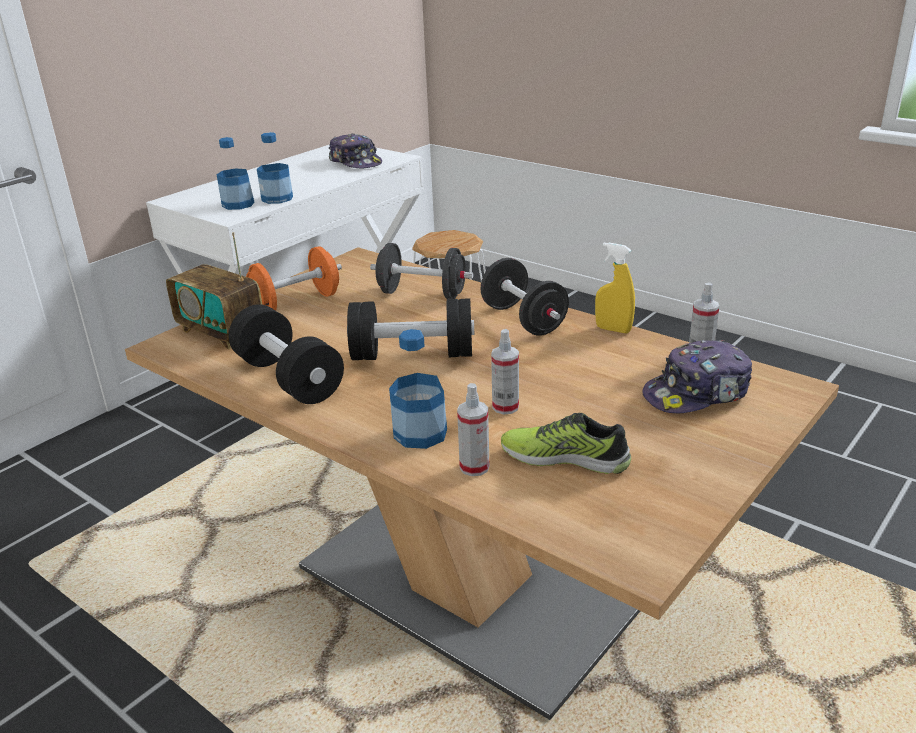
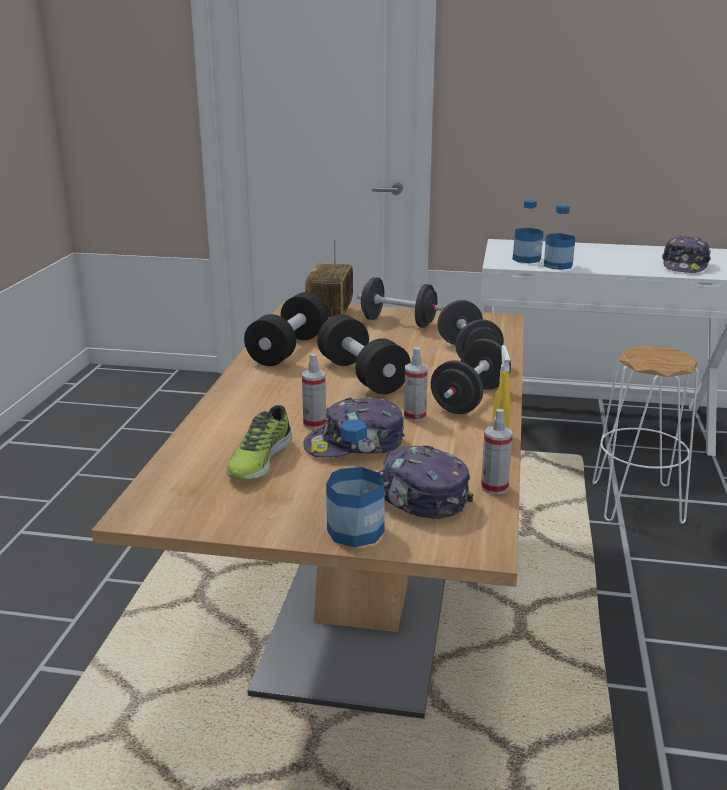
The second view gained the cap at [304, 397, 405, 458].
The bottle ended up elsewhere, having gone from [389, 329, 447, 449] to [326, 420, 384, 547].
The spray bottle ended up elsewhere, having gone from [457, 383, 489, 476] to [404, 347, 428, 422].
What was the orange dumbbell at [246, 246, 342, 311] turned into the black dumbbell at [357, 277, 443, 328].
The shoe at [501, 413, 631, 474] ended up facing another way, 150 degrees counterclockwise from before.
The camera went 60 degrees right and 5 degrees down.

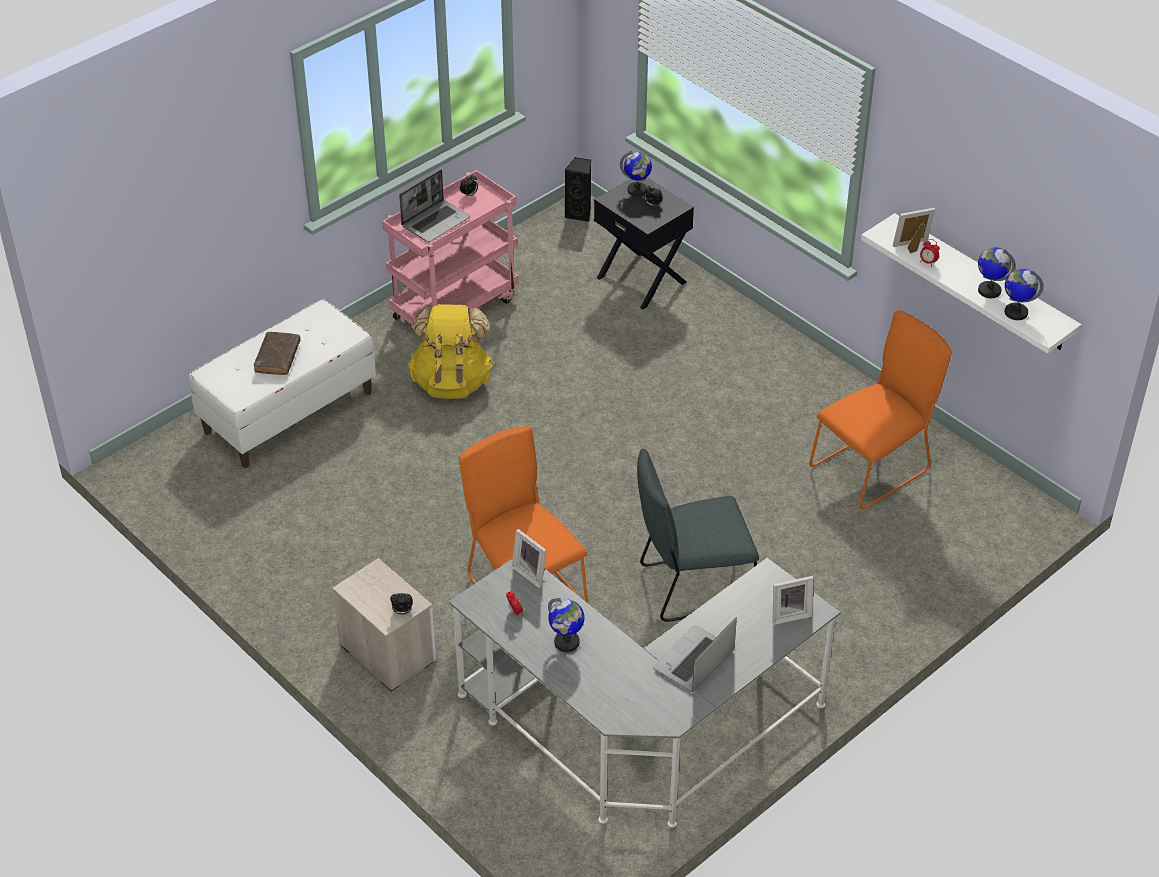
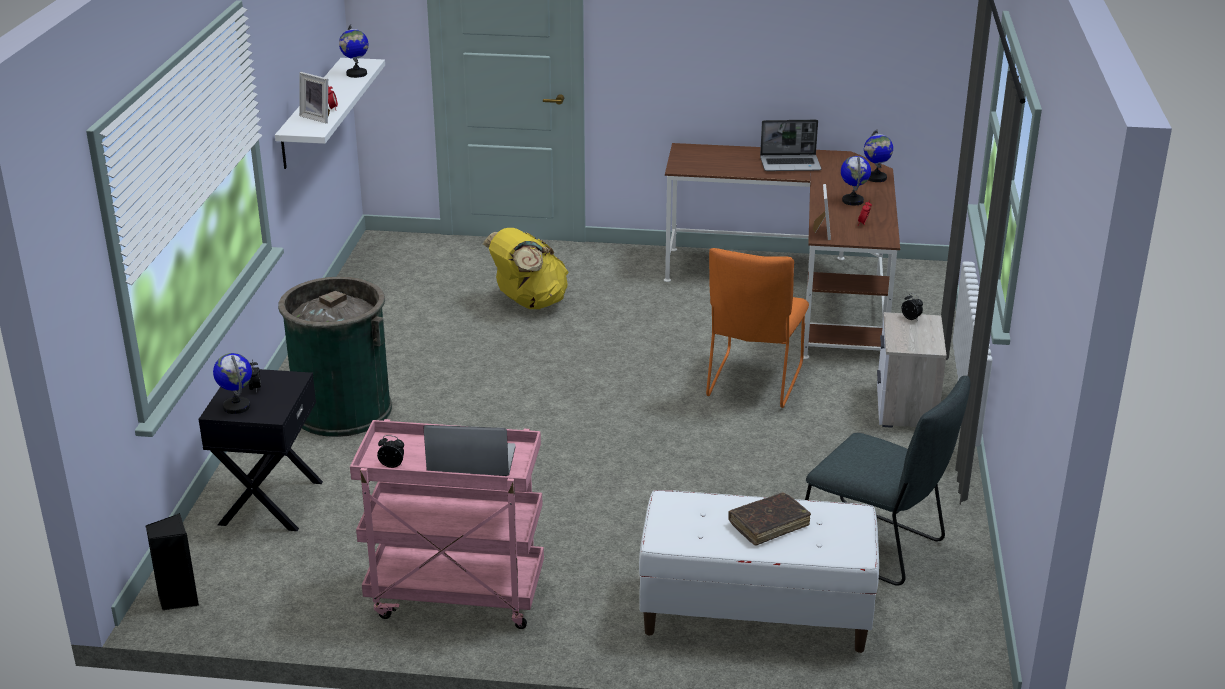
The second view lost the picture frame at [772, 576, 814, 625].
The second view lost the orange chair at [809, 310, 952, 509].
The second view gained the green trash can at [278, 277, 392, 437].
The yellow backpack ended up elsewhere, having gone from [408, 304, 493, 399] to [483, 228, 569, 309].
The grey chair ended up elsewhere, having gone from [637, 449, 759, 622] to [805, 376, 971, 585].
The globe ended up elsewhere, having gone from [978, 247, 1016, 298] to [864, 129, 893, 182].
What was the grey desk at [449, 558, 841, 828] turned into the brown desk at [664, 143, 900, 359].
The camera went 130 degrees left and 15 degrees down.

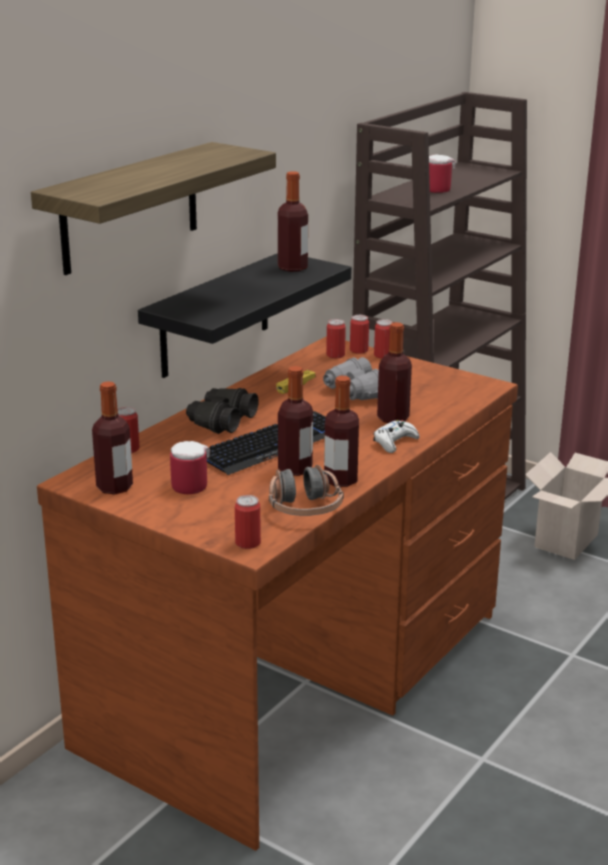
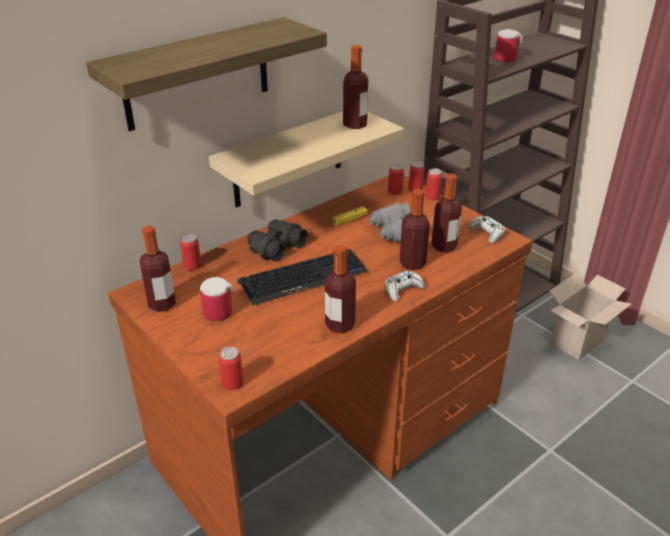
The second view lost the headphones at [269, 465, 344, 516].
The second view gained the white game controller at [469, 216, 505, 243].
The bottle ended up elsewhere, having gone from [278, 366, 313, 476] to [431, 173, 462, 253].
What was the black shelf at [138, 253, 352, 378] turned into the beige shelf at [209, 111, 404, 208].
The camera went 15 degrees right and 10 degrees up.

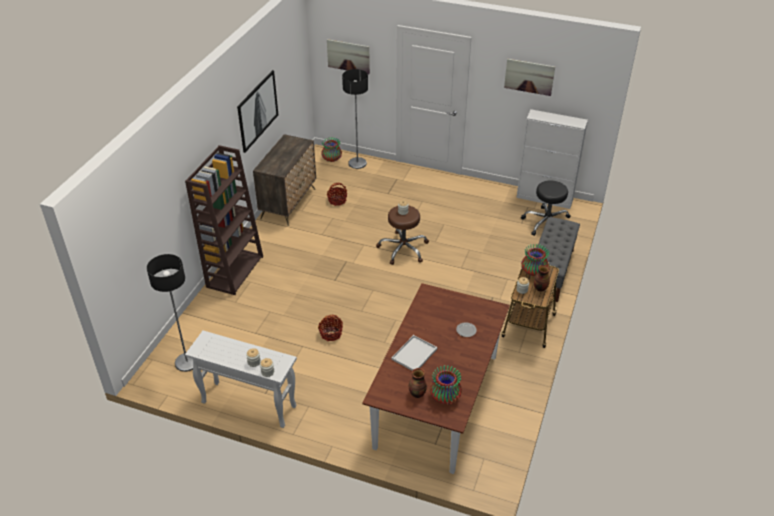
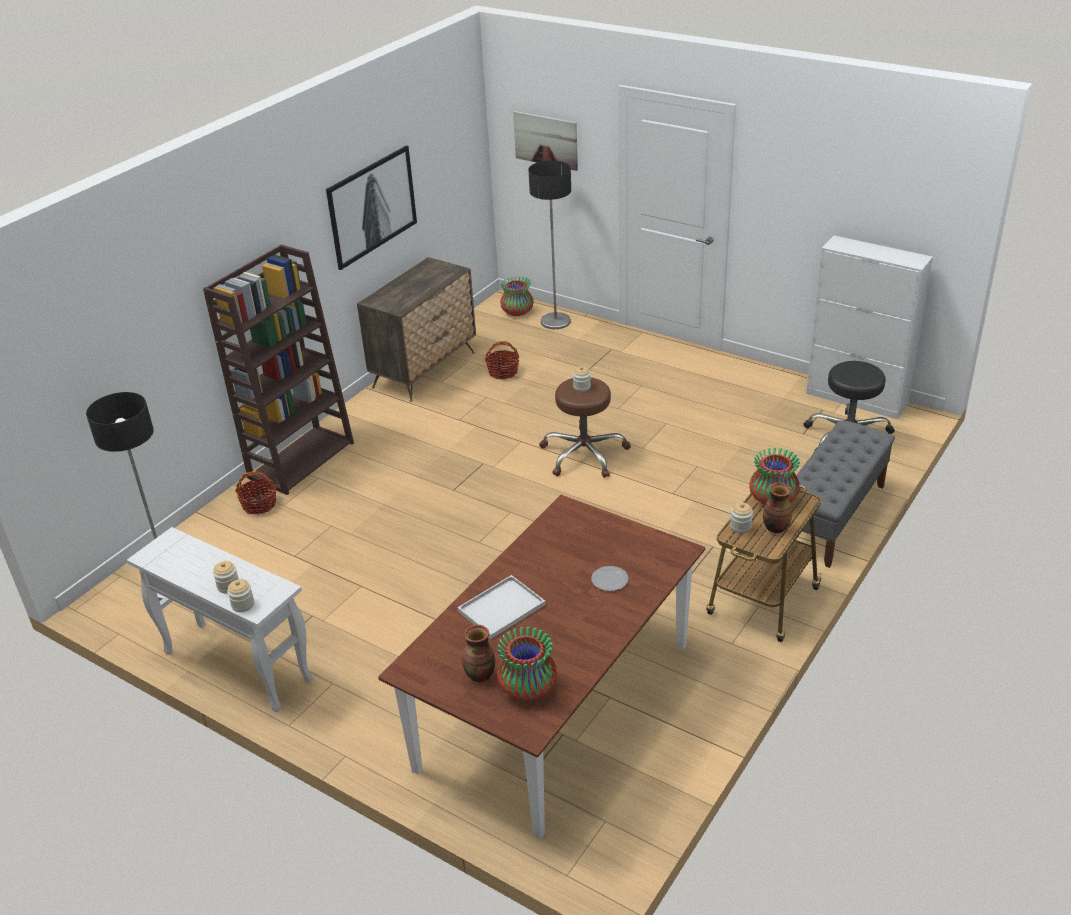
The second view lost the picture at [504, 59, 555, 96].
The basket ended up elsewhere, having gone from [318, 315, 343, 341] to [235, 471, 277, 515].
The camera went 15 degrees right and 5 degrees down.

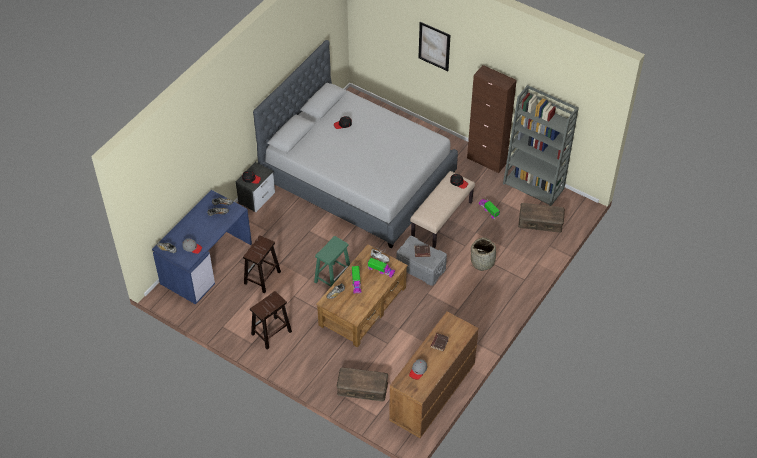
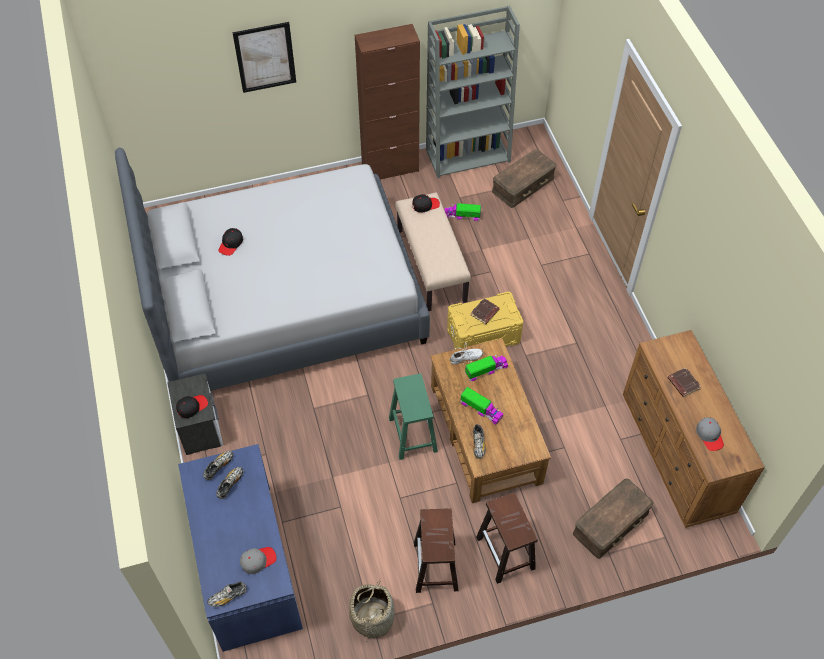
The brown stool ended up elsewhere, having gone from [243, 235, 281, 293] to [476, 492, 538, 584].
The basket ended up elsewhere, having gone from [471, 237, 499, 271] to [349, 580, 395, 641].
What was the grey storage box at [397, 236, 447, 286] turned into the yellow storage box at [447, 291, 523, 350].
The camera went 50 degrees left and 5 degrees up.

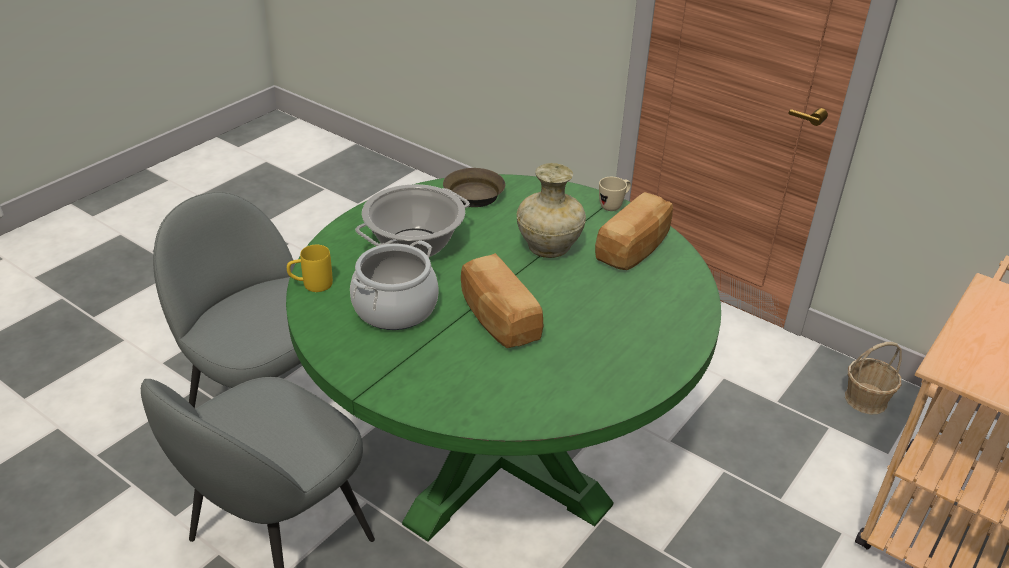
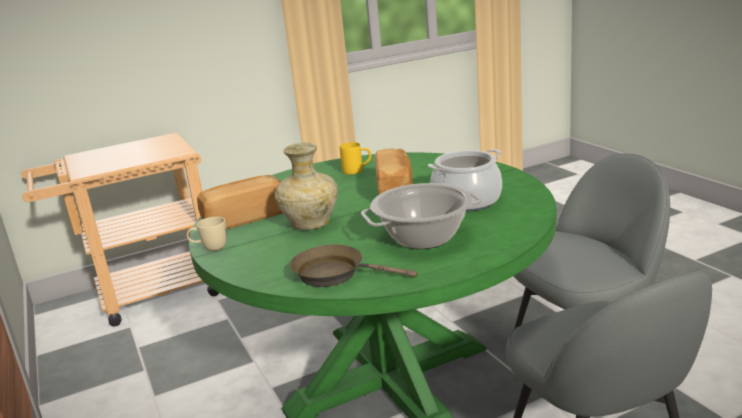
The second view lost the basket at [845, 342, 902, 414].
The yellow mug ended up elsewhere, having gone from [287, 245, 333, 292] to [340, 142, 371, 174].
The camera went 150 degrees left and 15 degrees down.

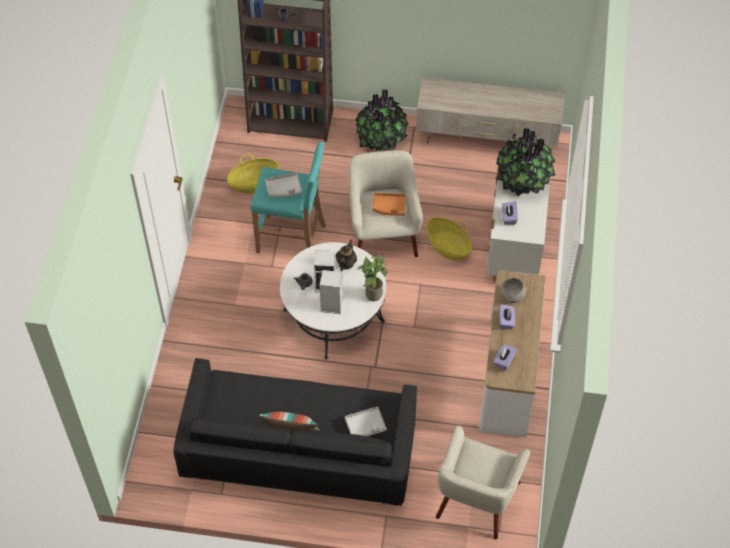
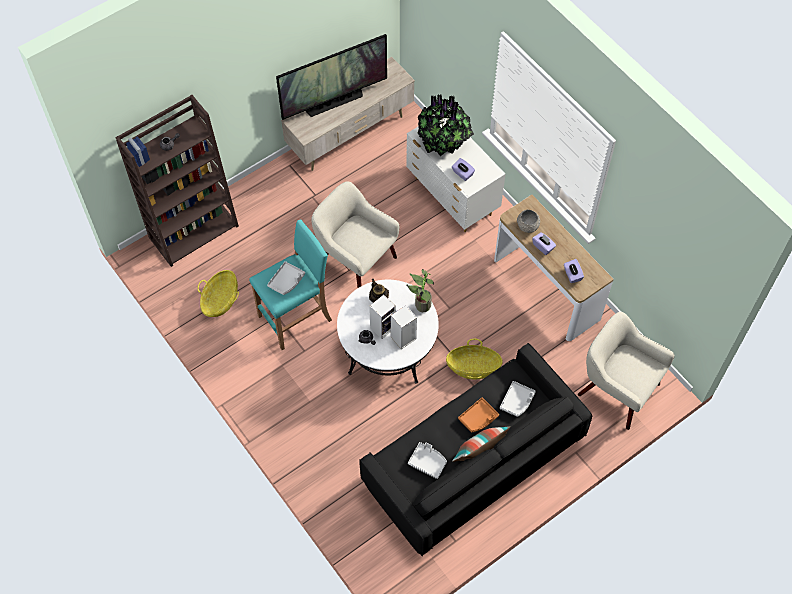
The second view lost the potted plant at [355, 89, 409, 151].
The second view gained the television at [276, 34, 387, 120].
The second view gained the grey tray at [408, 442, 447, 479].
The orange tray ended up elsewhere, having gone from [373, 193, 406, 216] to [458, 398, 499, 432].
The basket ended up elsewhere, having gone from [426, 217, 472, 260] to [446, 339, 503, 379].
The beige armchair at [436, 426, 530, 540] ended up facing another way, 150 degrees clockwise from before.
The camera went 45 degrees left and 5 degrees up.

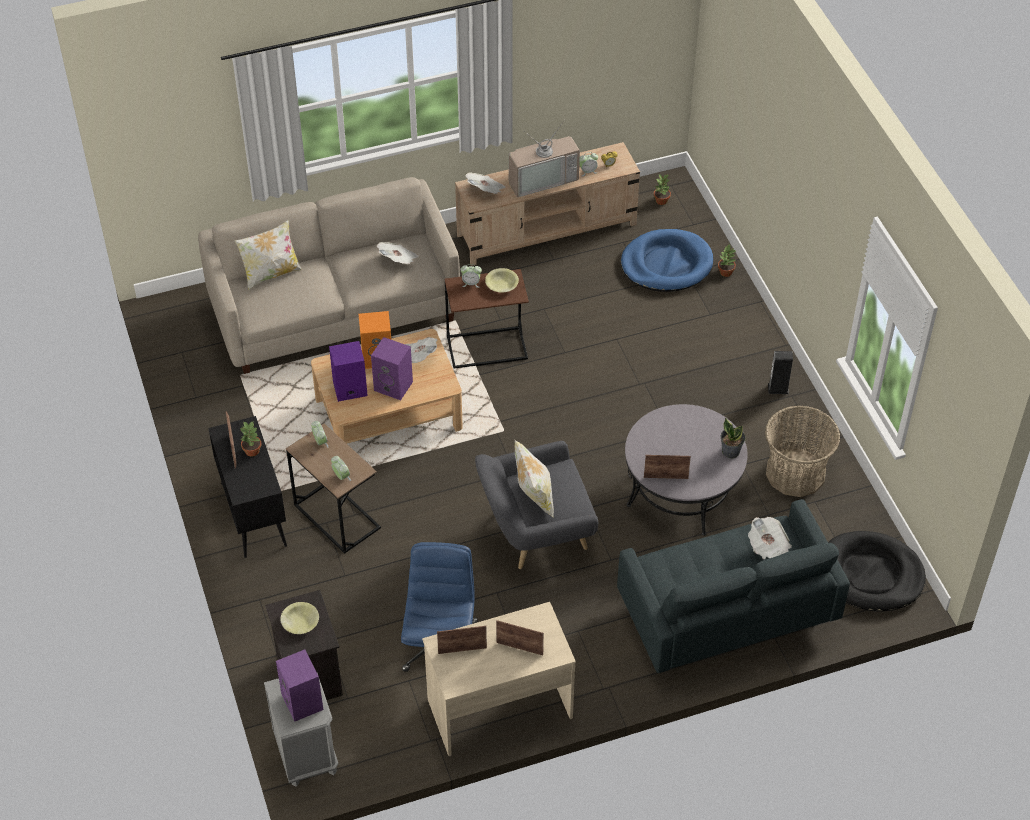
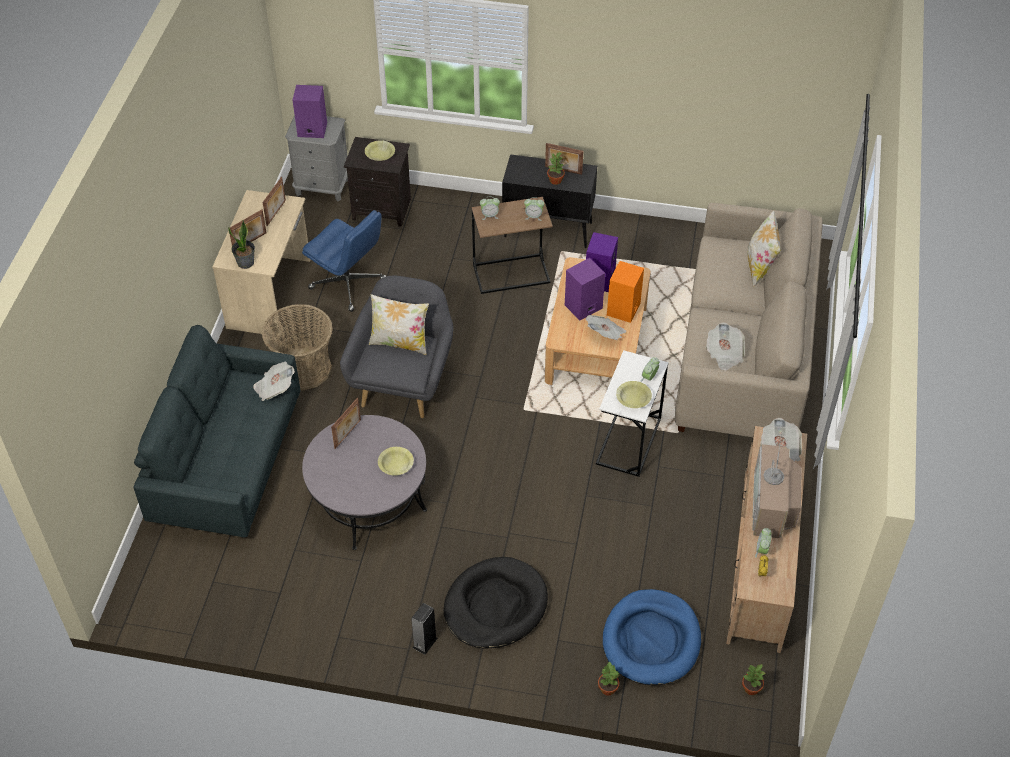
The second view gained the yellow bowl at [378, 447, 414, 475].
The potted plant ended up elsewhere, having gone from [720, 418, 745, 458] to [228, 220, 255, 269].
The newspaper ended up elsewhere, having gone from [748, 517, 792, 559] to [253, 362, 295, 401].
The basket ended up elsewhere, having gone from [765, 406, 841, 497] to [262, 304, 333, 391].
The black dog bed ended up elsewhere, having gone from [828, 531, 926, 612] to [444, 557, 548, 649].
What was the brown side table at [444, 269, 529, 369] turned into the white side table at [596, 350, 669, 477].
The camera went 120 degrees right and 0 degrees up.

